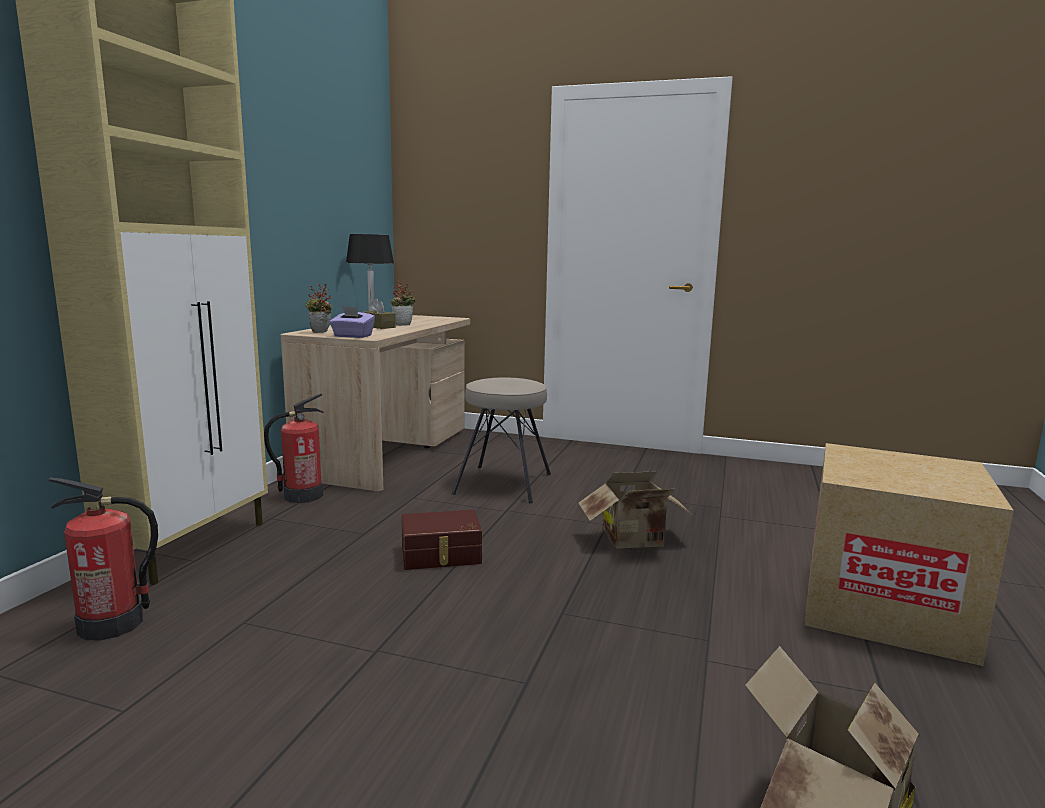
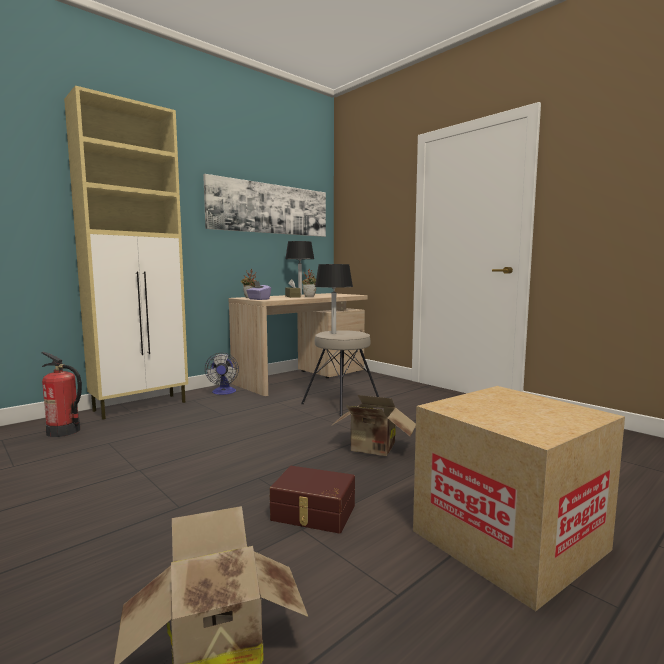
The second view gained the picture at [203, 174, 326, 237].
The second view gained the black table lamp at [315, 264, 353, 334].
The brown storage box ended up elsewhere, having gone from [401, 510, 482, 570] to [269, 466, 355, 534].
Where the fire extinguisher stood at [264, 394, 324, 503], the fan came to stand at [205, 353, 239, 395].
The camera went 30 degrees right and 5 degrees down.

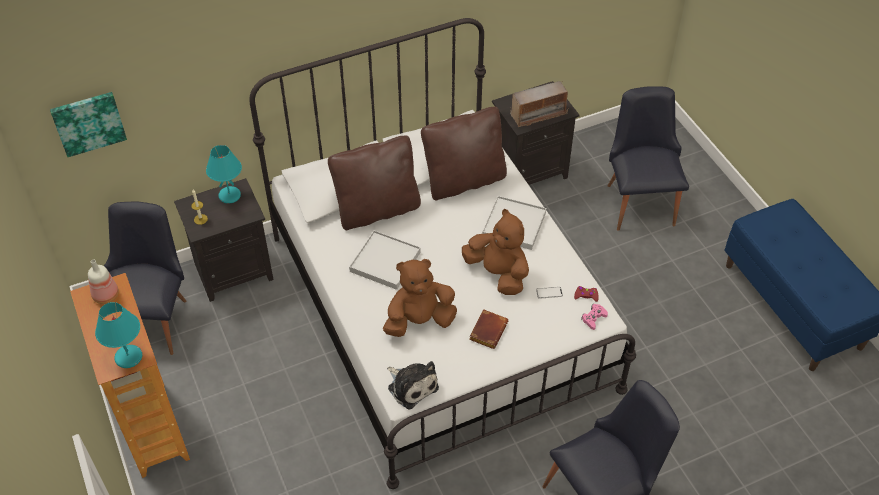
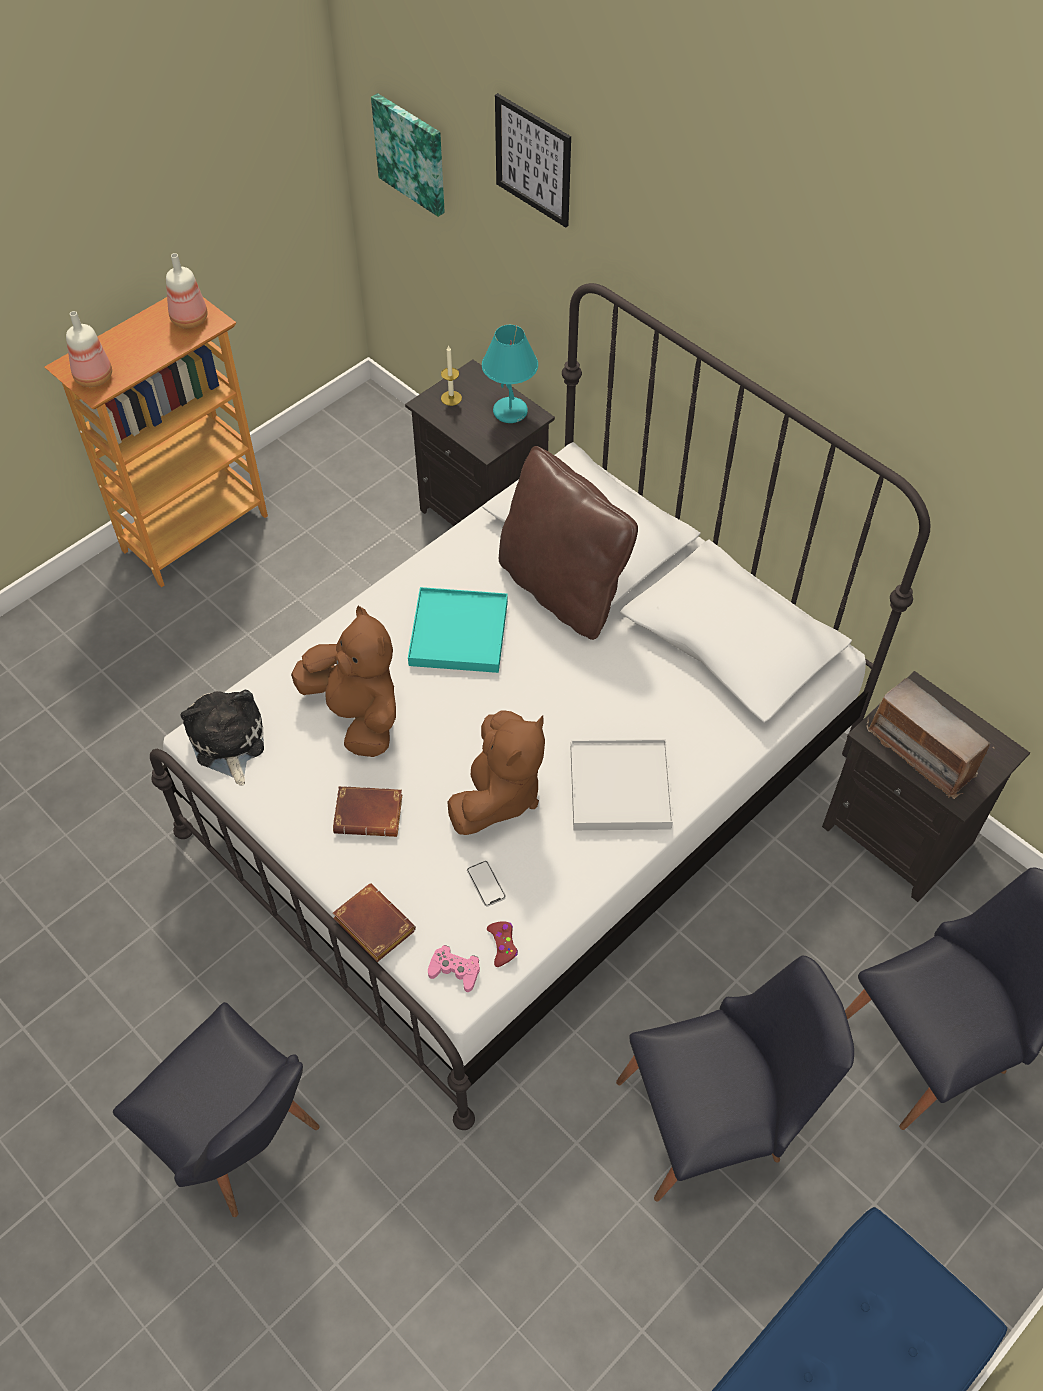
The second view lost the brown pillow at [421, 107, 507, 201].
The second view gained the brown book at [333, 883, 416, 962].
The second view gained the picture at [495, 93, 571, 228].
The black chair ended up elsewhere, having gone from [104, 201, 186, 355] to [616, 955, 854, 1202].
Where the turquoise table lamp stood at [95, 302, 142, 368], the bottle came to stand at [66, 311, 112, 387].
What was the white tray at [349, 230, 421, 290] turned into the turquoise tray at [408, 587, 508, 673].
The plush toy at [387, 361, 439, 410] ended up facing another way, 135 degrees clockwise from before.
The camera went 70 degrees right and 5 degrees up.

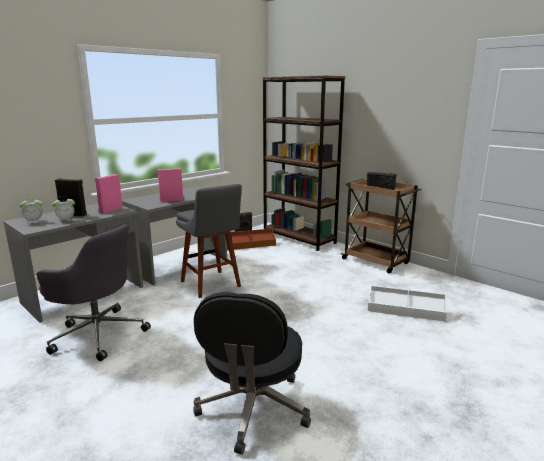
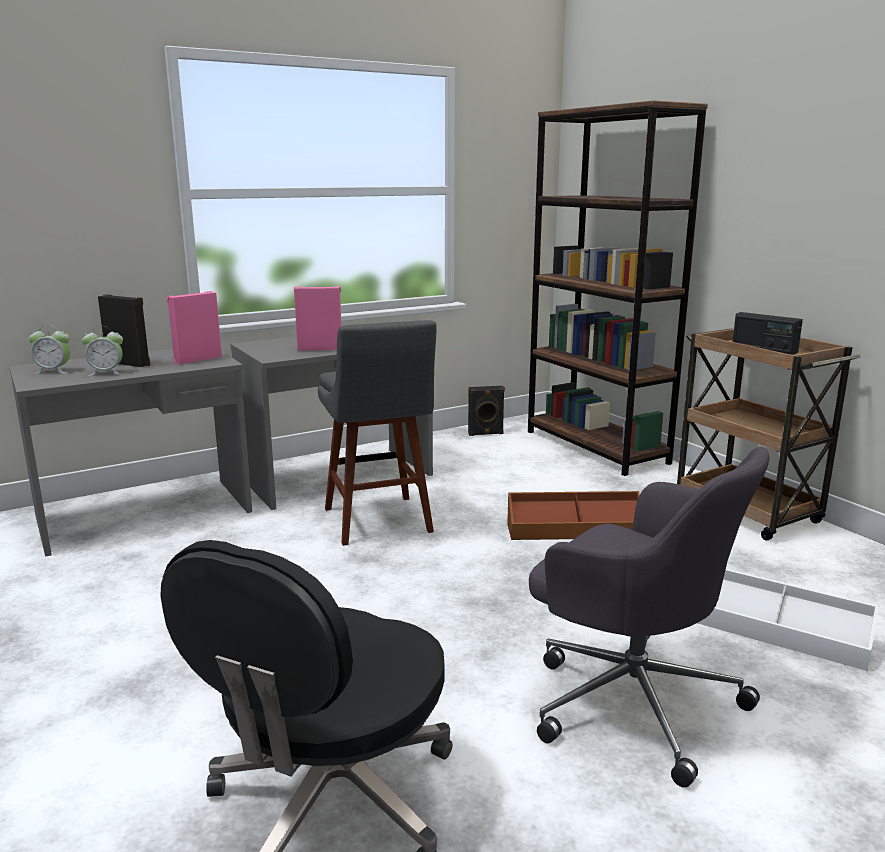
The grey office chair ended up elsewhere, having gone from [37, 225, 151, 361] to [529, 447, 769, 788].
The brown storage box ended up elsewhere, having gone from [227, 228, 276, 250] to [507, 491, 640, 540].
The camera went 15 degrees right and 0 degrees up.

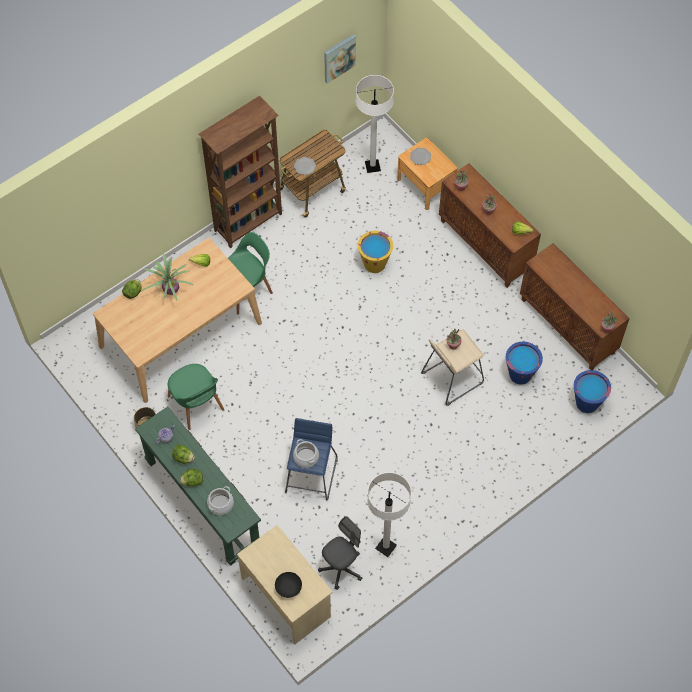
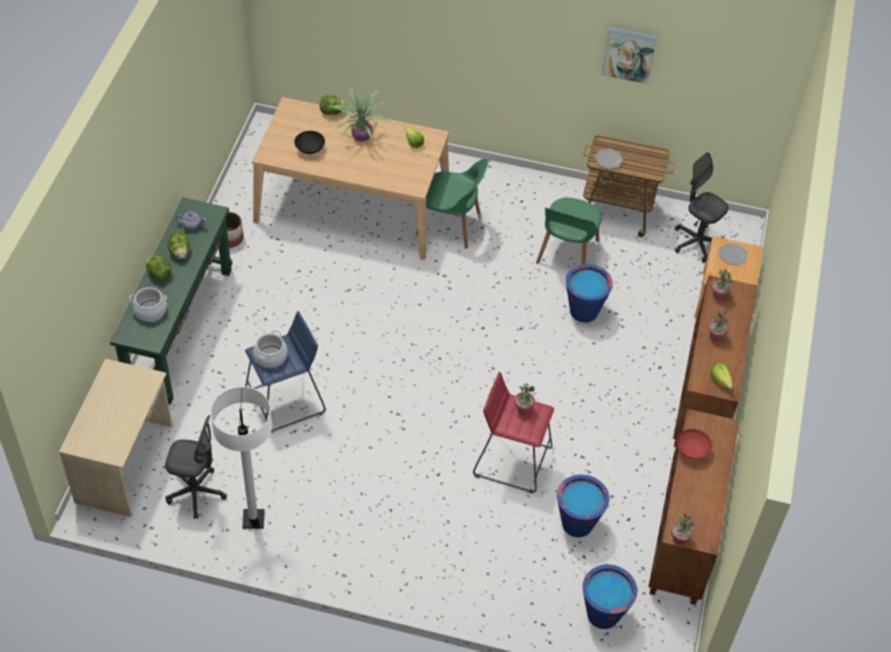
The second view lost the brown bookcase at [199, 96, 282, 249].
The second view gained the red bowl at [676, 429, 712, 460].
The green chair ended up elsewhere, having gone from [168, 364, 224, 430] to [536, 198, 602, 265].
The black bowl ended up elsewhere, having gone from [275, 572, 302, 598] to [294, 131, 325, 154].
The picture ended up elsewhere, having gone from [324, 34, 356, 83] to [601, 26, 657, 84].
Where the white floor lamp stood at [356, 75, 394, 173], the grey office chair came to stand at [675, 152, 729, 263].
What was the yellow bucket at [358, 231, 393, 273] turned into the blue bucket at [566, 264, 613, 322].
What was the beige stool at [421, 329, 484, 406] turned into the red stool at [473, 372, 554, 493].
The camera went 50 degrees right and 10 degrees down.

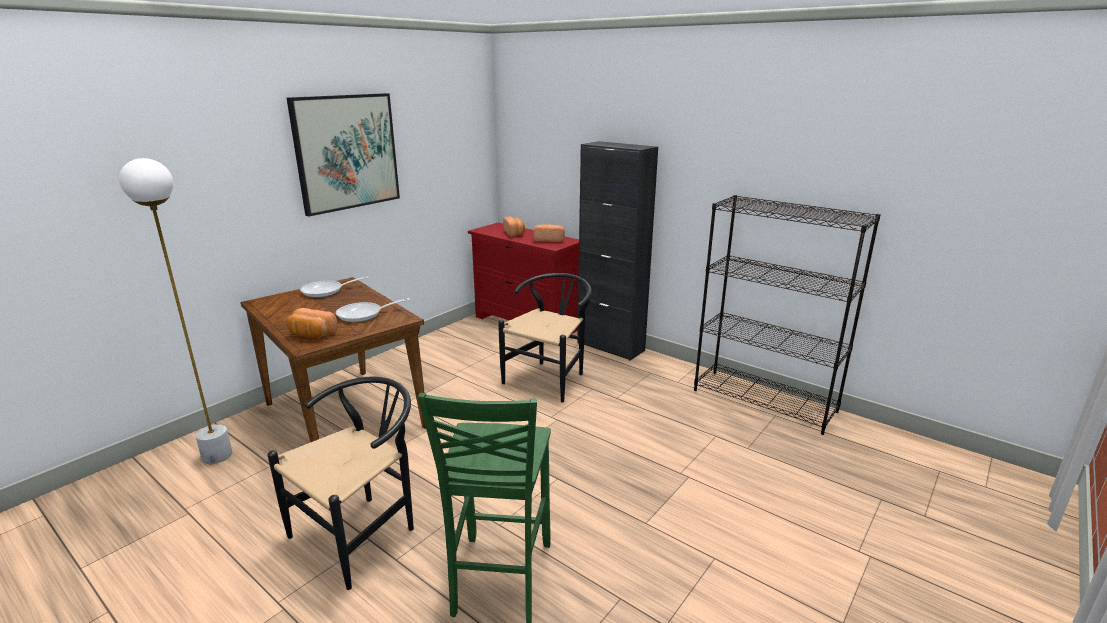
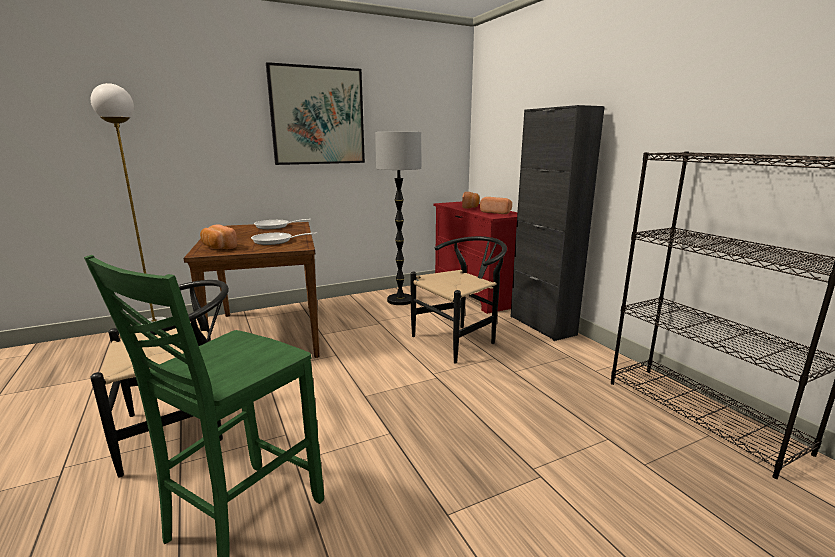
The second view gained the floor lamp at [375, 132, 421, 305].
The camera went 25 degrees right and 5 degrees down.

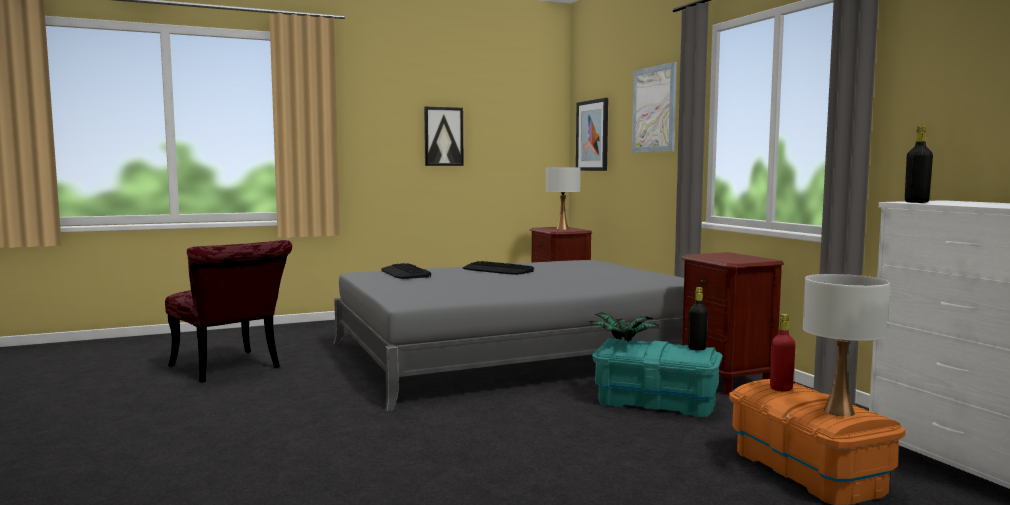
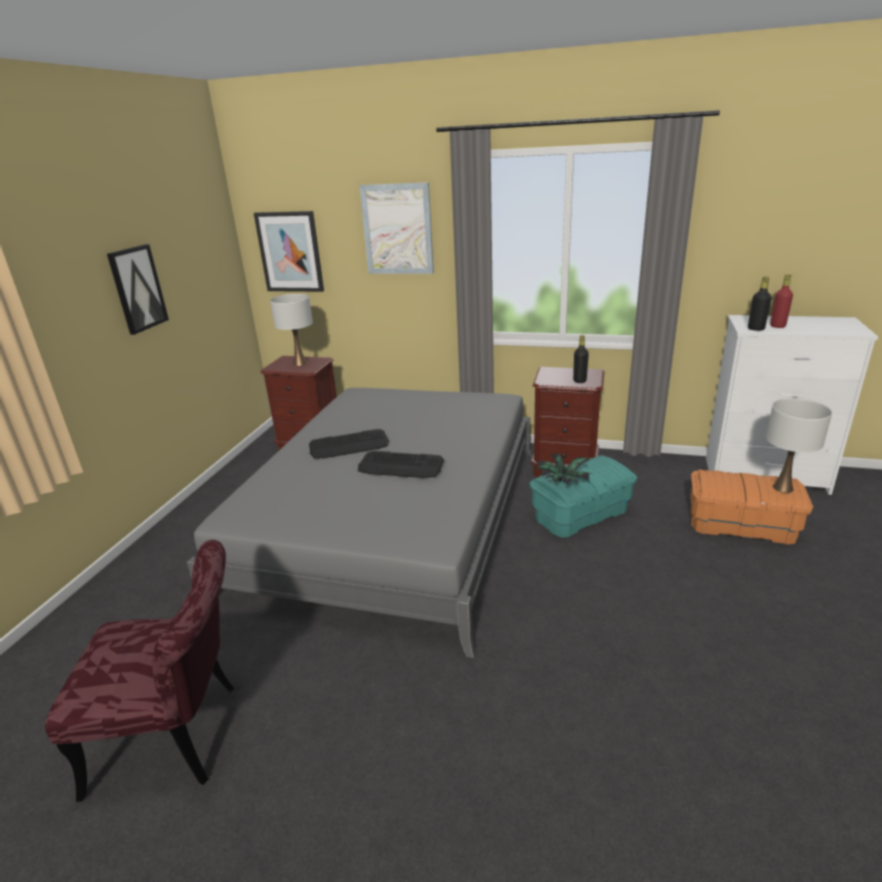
The keyboard ended up elsewhere, having gone from [381, 263, 432, 279] to [358, 451, 444, 478].
The black bottle ended up elsewhere, having gone from [688, 287, 708, 351] to [573, 335, 589, 383].
The red bottle ended up elsewhere, having gone from [770, 314, 796, 391] to [770, 274, 793, 328].
The camera went 50 degrees left and 20 degrees up.

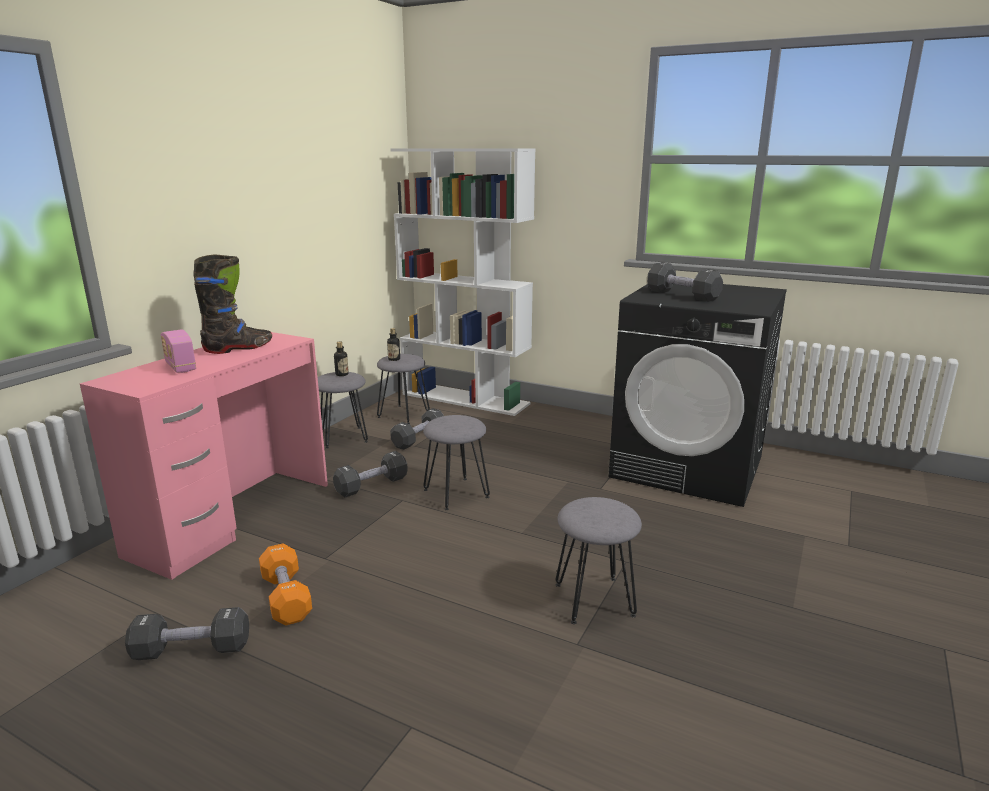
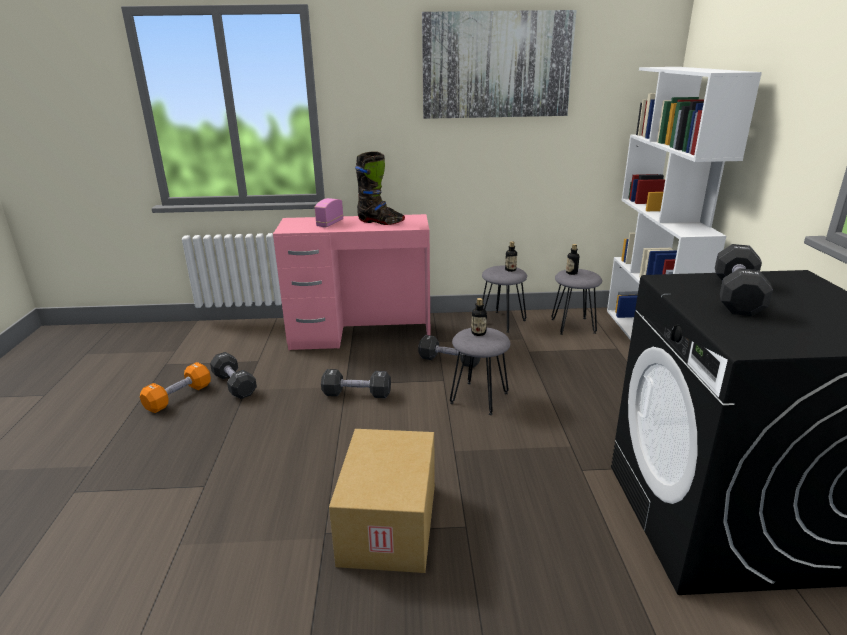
The second view gained the picture at [422, 10, 577, 119].
The second view gained the bottle at [471, 298, 487, 336].
The orange dumbbell ended up elsewhere, having gone from [259, 543, 312, 625] to [140, 362, 211, 413].
The black dumbbell ended up elsewhere, having gone from [390, 408, 444, 450] to [321, 369, 391, 398].
Where the grey stool stood at [556, 497, 642, 624], the cardboard box came to stand at [329, 429, 435, 573].
The camera went 60 degrees right and 5 degrees up.

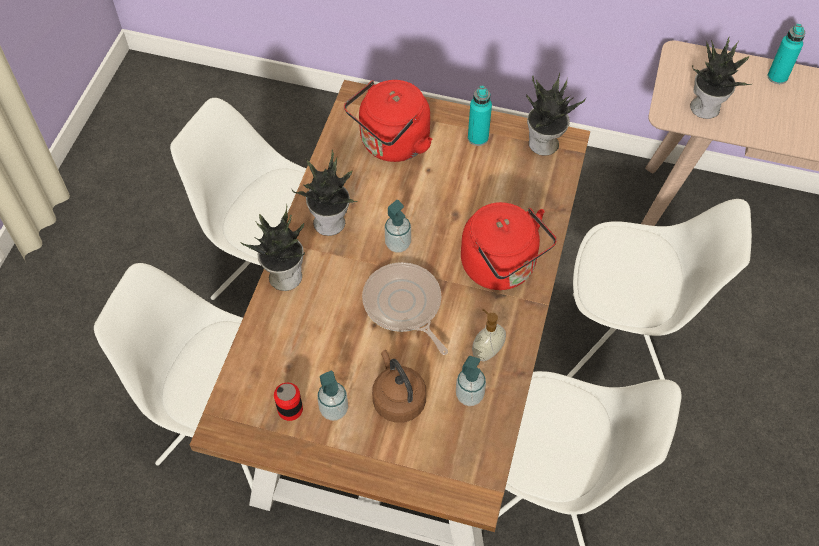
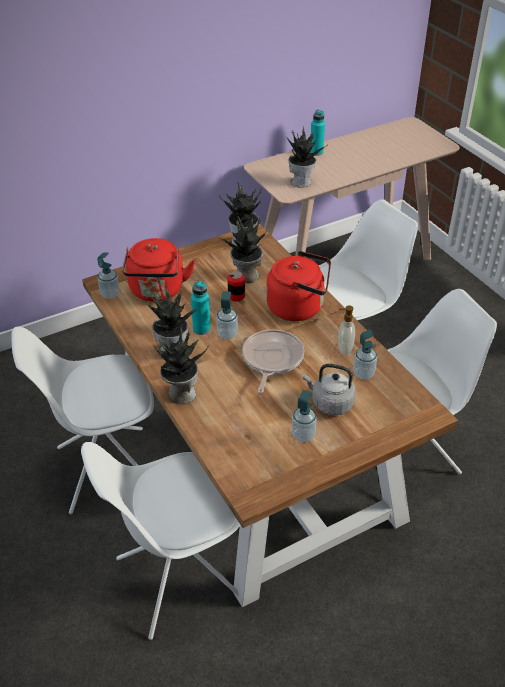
The second view gained the soap dispenser at [97, 253, 119, 299].
The second view gained the potted plant at [217, 216, 266, 283].
The can ended up elsewhere, having gone from [274, 383, 303, 421] to [228, 271, 245, 302].
The turquoise bottle ended up elsewhere, having gone from [468, 86, 492, 146] to [191, 280, 211, 335].
What was the brown kettle at [372, 350, 426, 423] turned into the grey kettle at [303, 364, 356, 415].
The frying pan at [362, 262, 448, 355] ended up facing another way, 90 degrees clockwise from before.
The camera went 45 degrees left and 15 degrees down.

